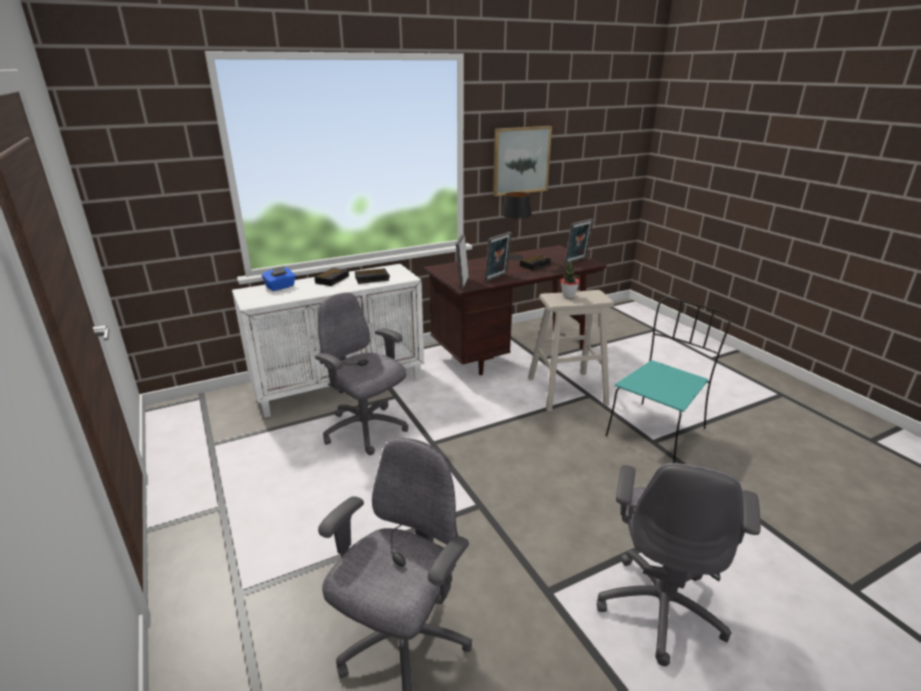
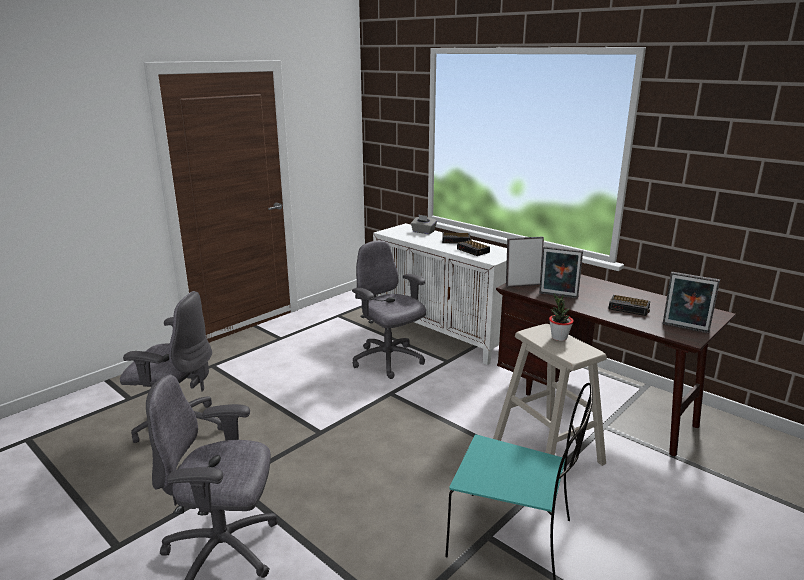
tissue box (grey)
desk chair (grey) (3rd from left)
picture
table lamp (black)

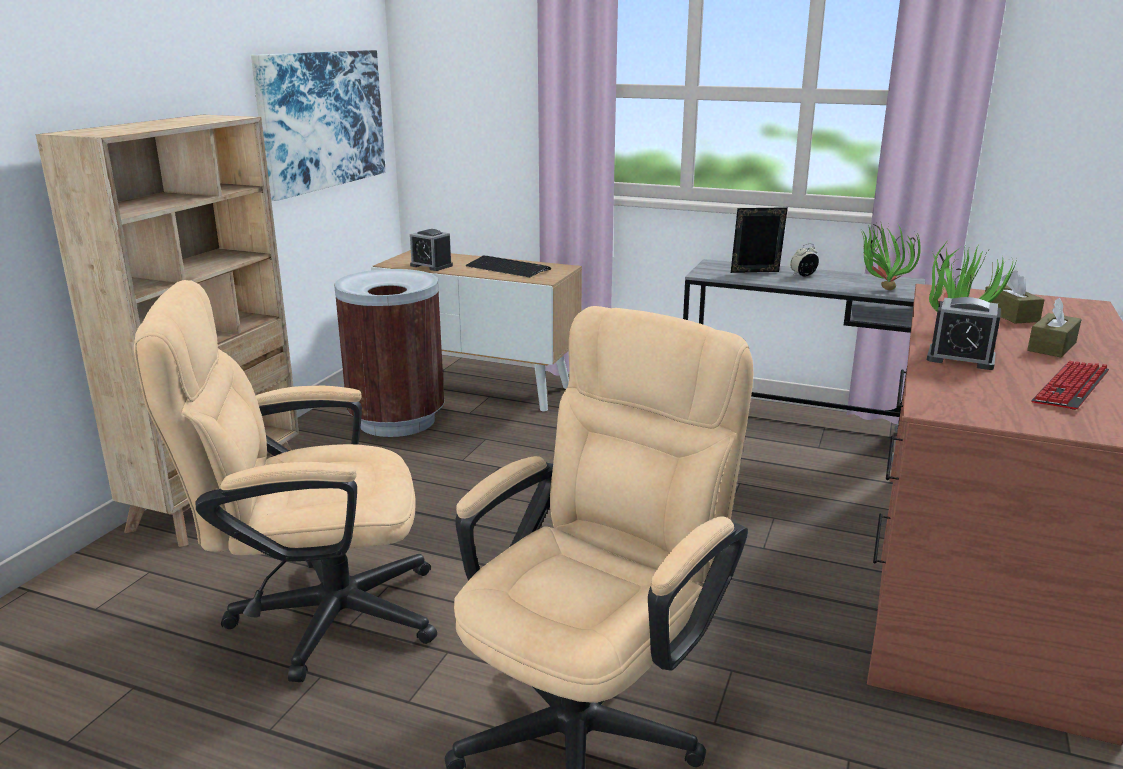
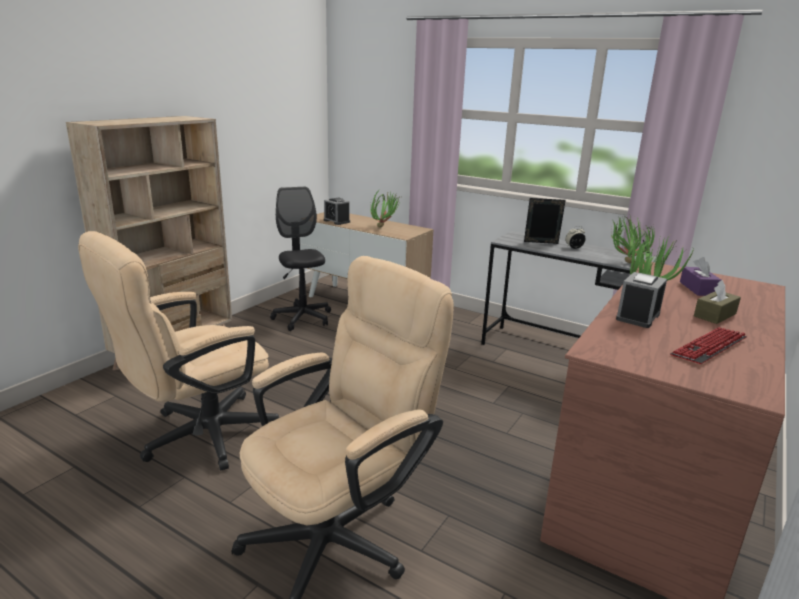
desk chair (beige-coloured) (1st from left)
picture
desk chair (black)
potted plant (1st from left)
table clock (3rd from left)
tissue box (purple)

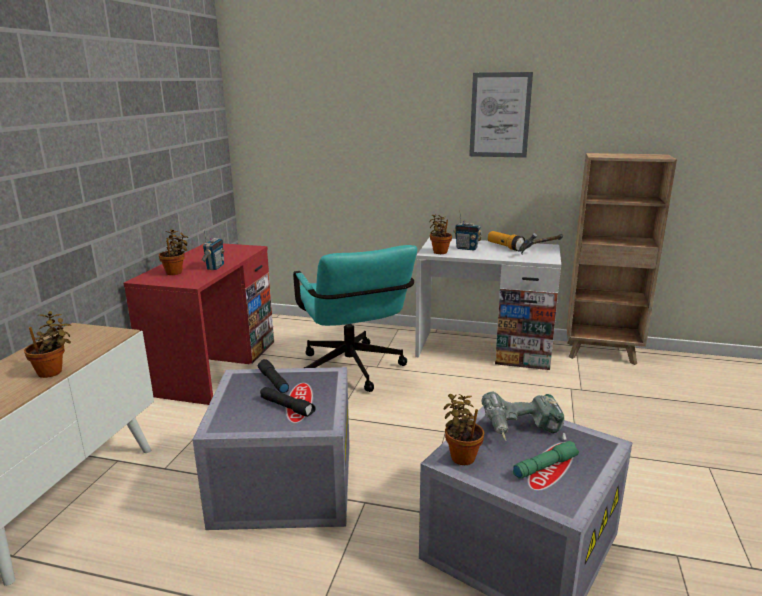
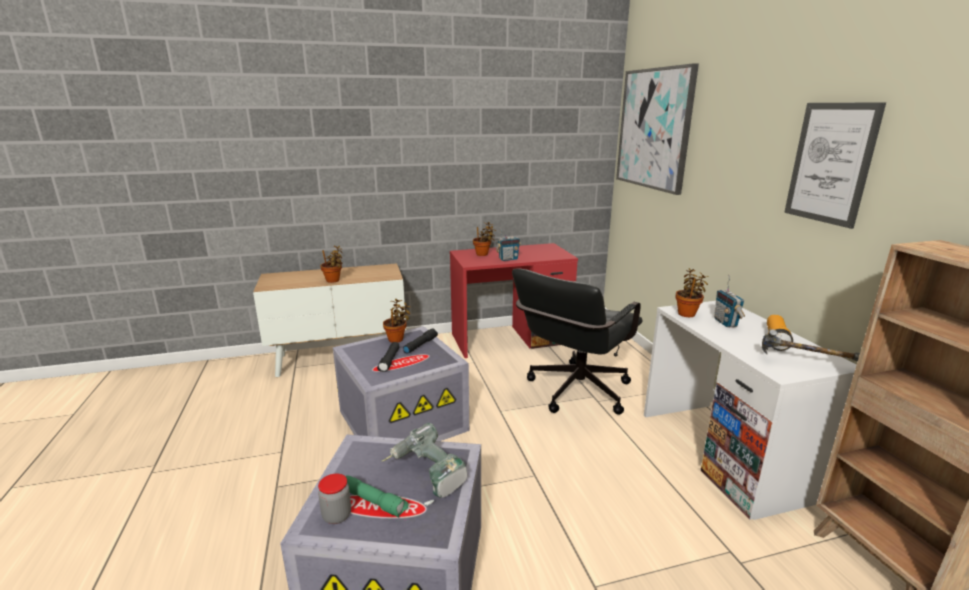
desk chair (black)
potted plant (2nd from left)
preserve jar
picture (1st from left)

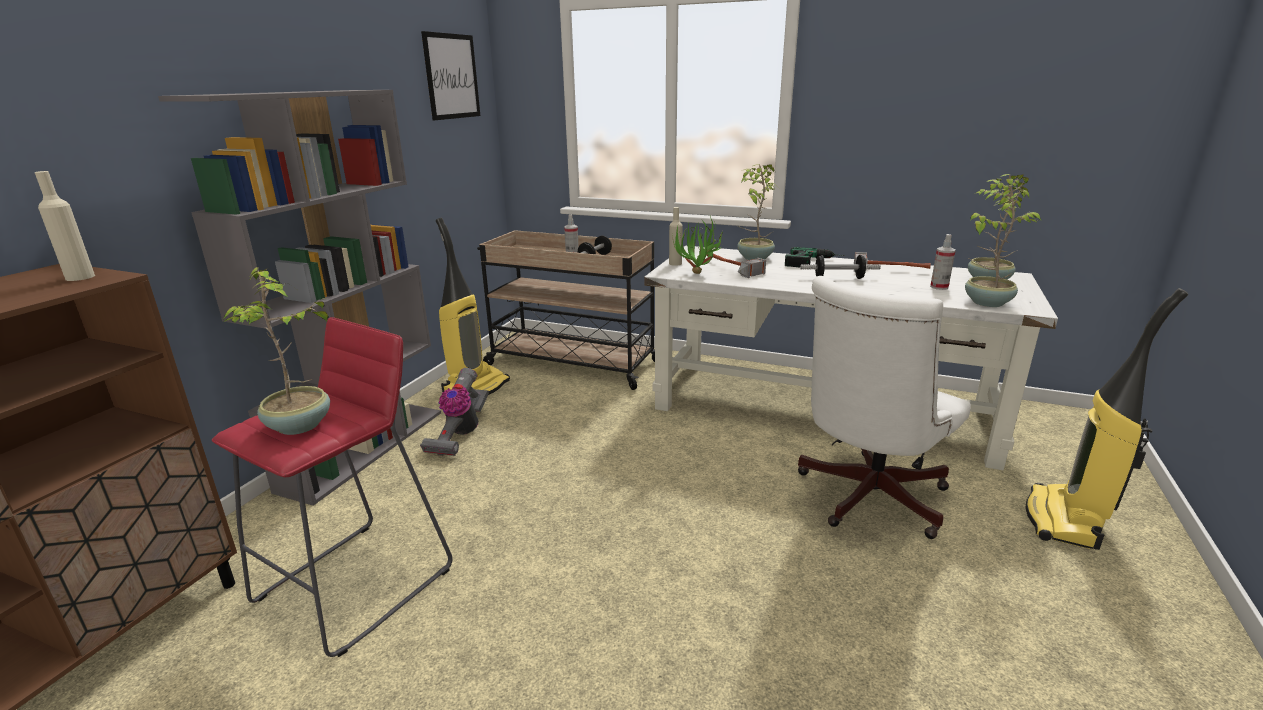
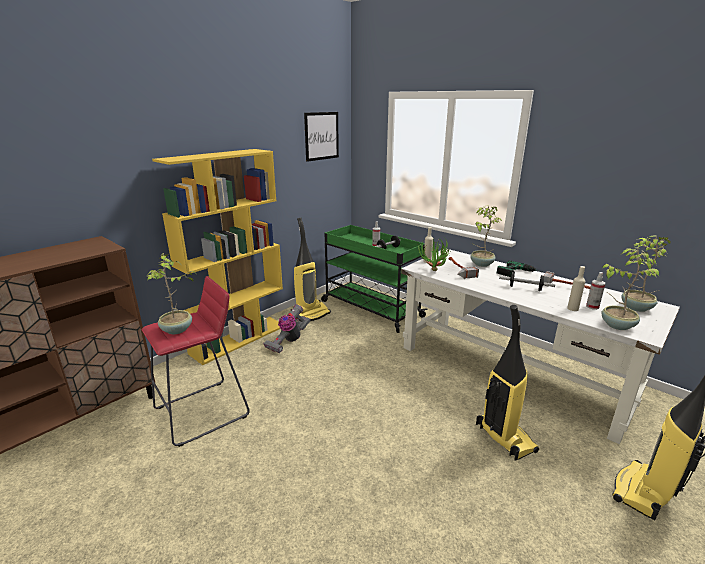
bottle (beige-coloured) (2nd from left)
bookshelf (yellow)
trolley (green-coloured)
vacuum cleaner (3rd from left)

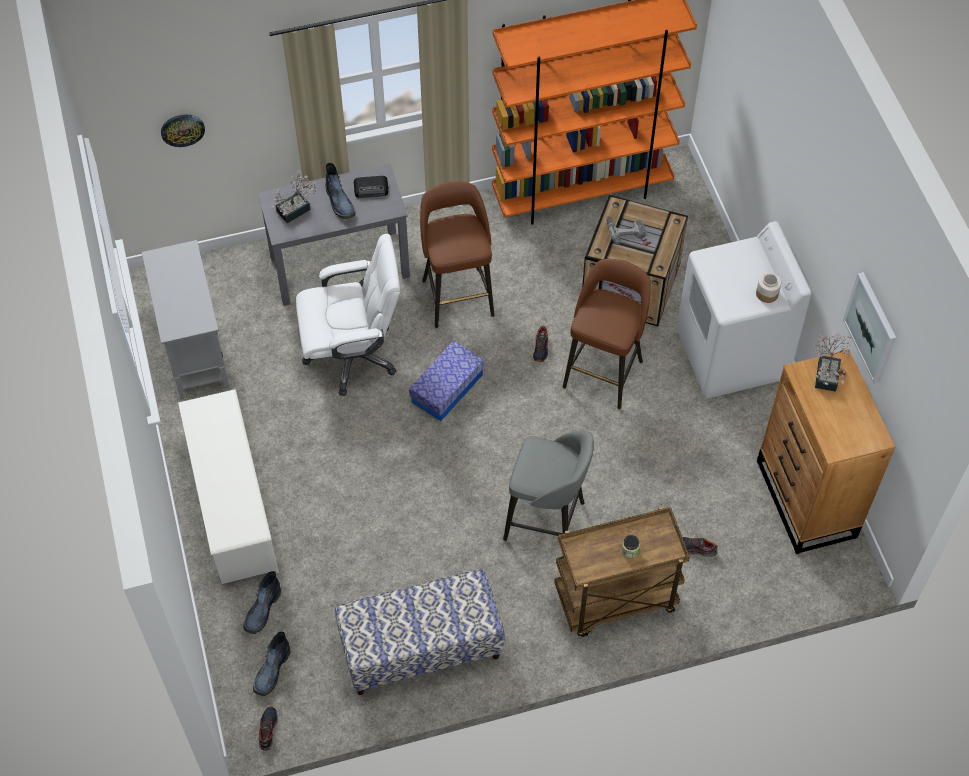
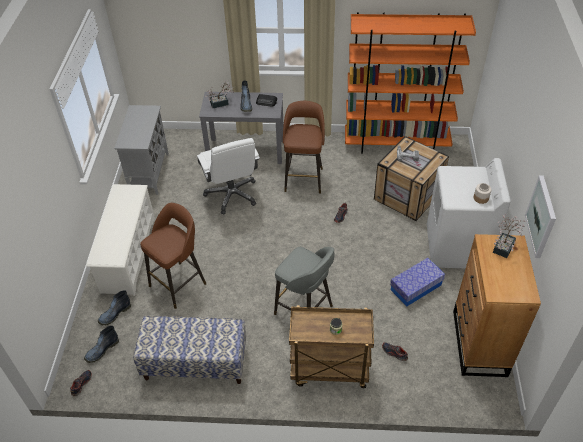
clock on the wall
desk chair (white-coloured)
storage box
stool (brown-coloured) (1st from left)

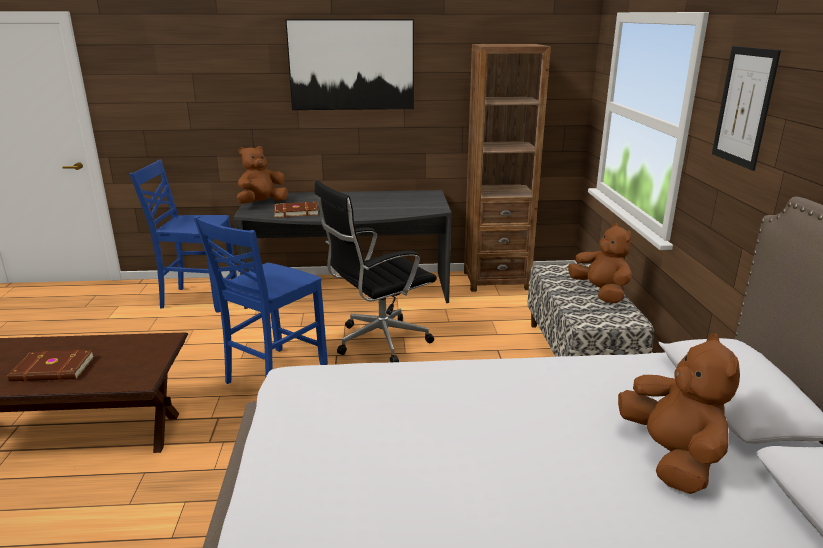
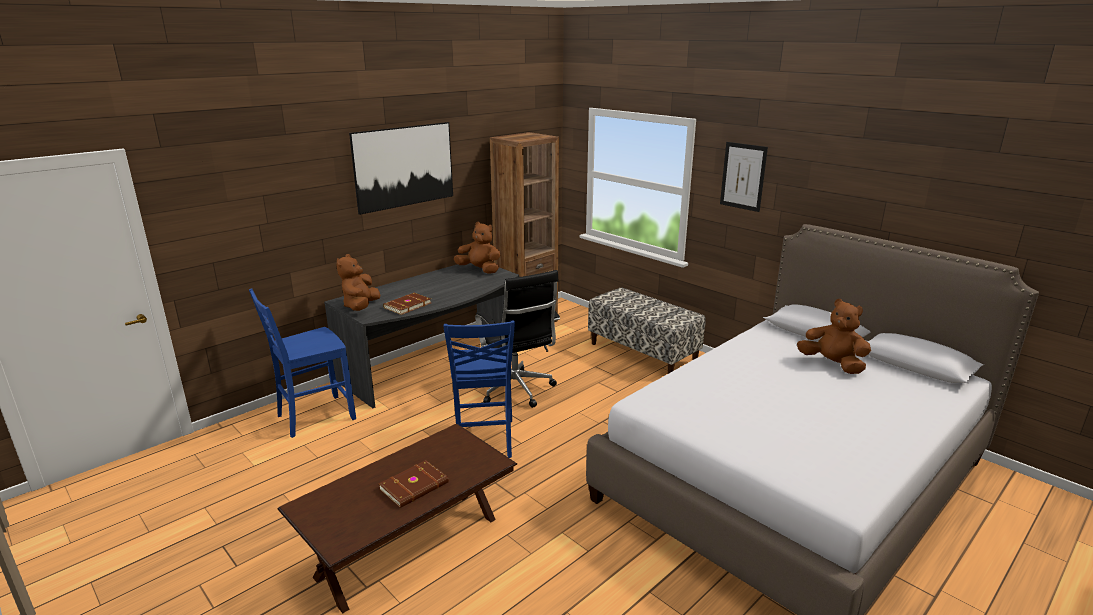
desk chair (black)
cuddly toy (brown-coloured) (2nd from left)

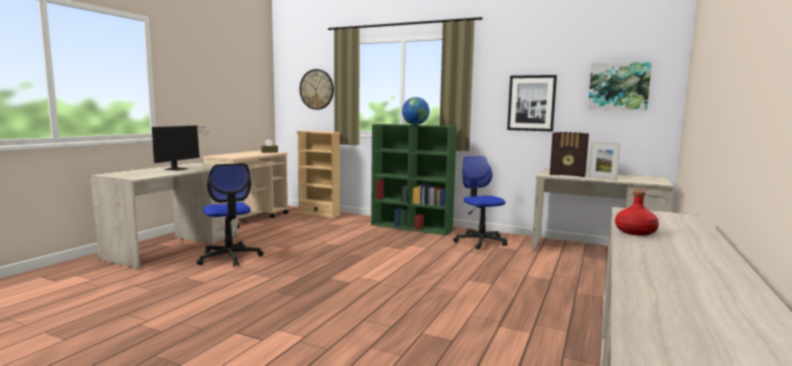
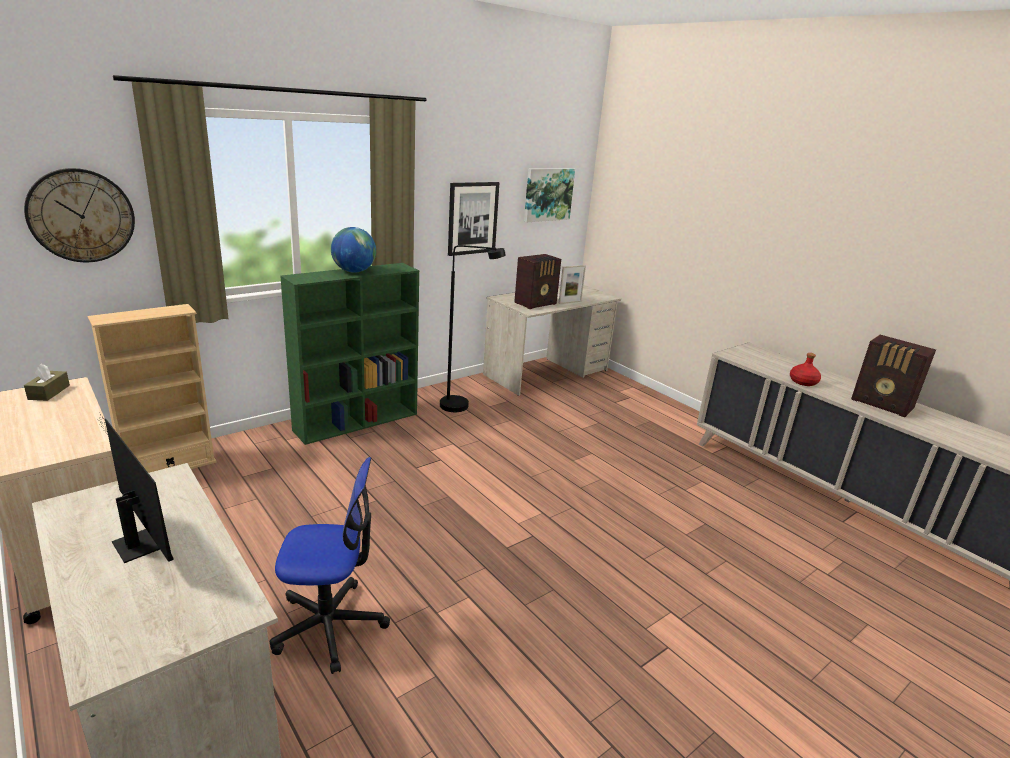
standard lamp (black)
radio (2nd from left)

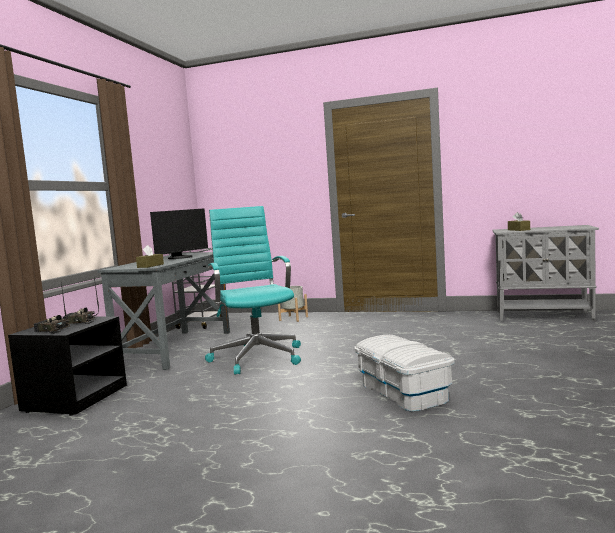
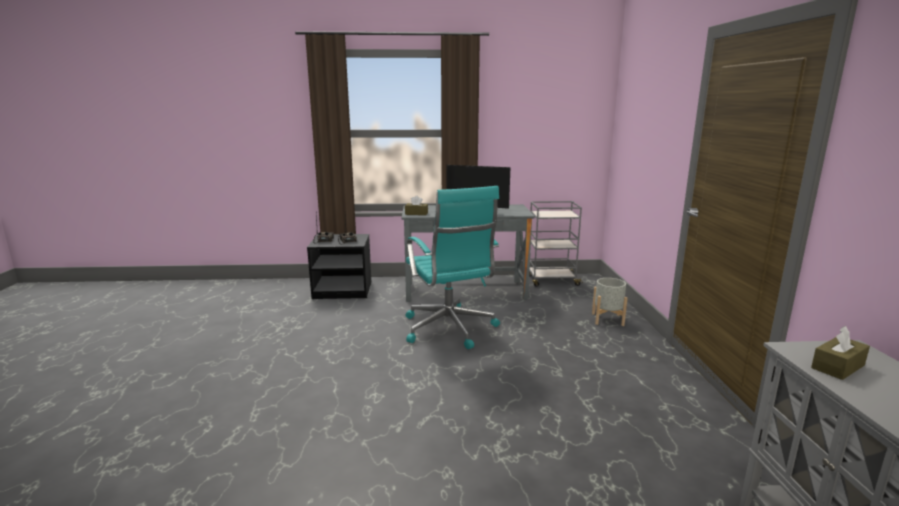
desk chair (turquoise-coloured)
storage box (white-coloured)

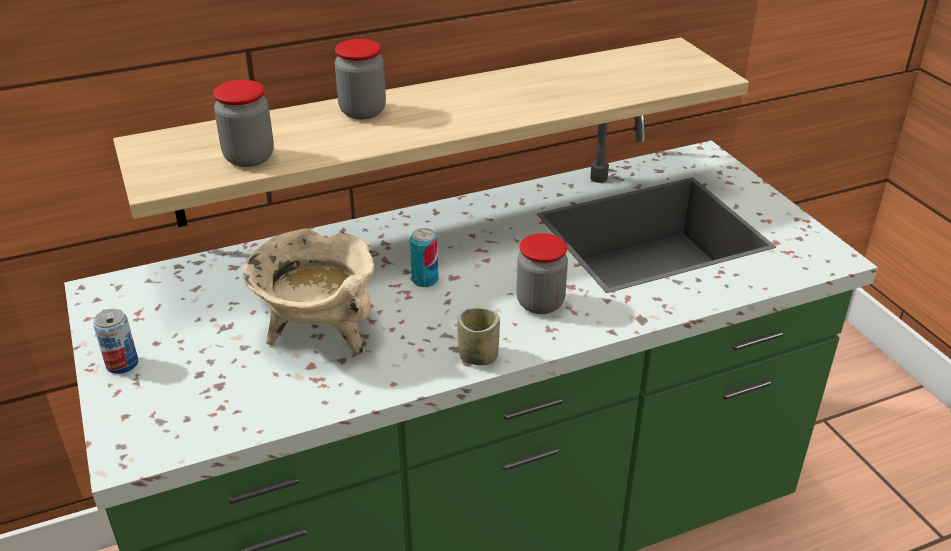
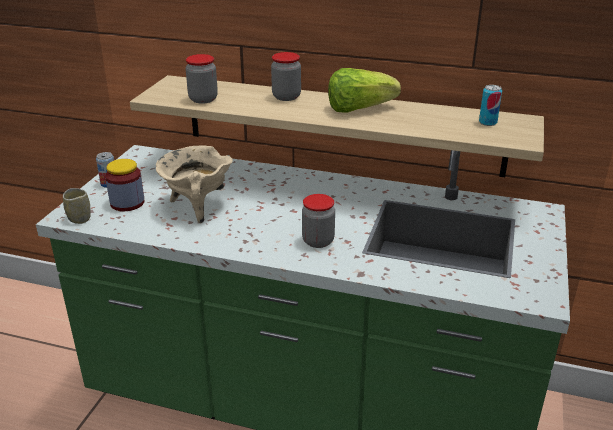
metal can (2nd from left)
small cup
preserve jar (1st from left)
lettuce head

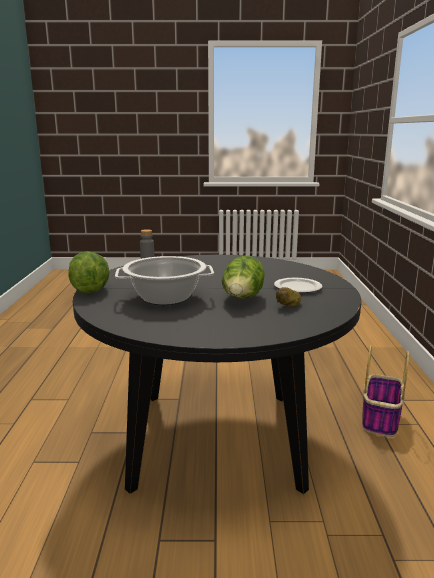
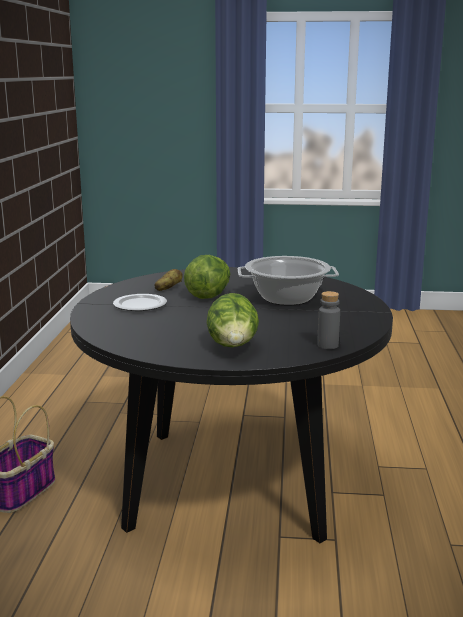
lettuce head (2nd from left)

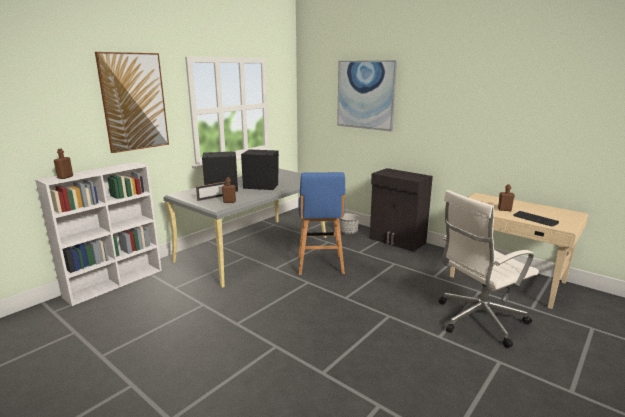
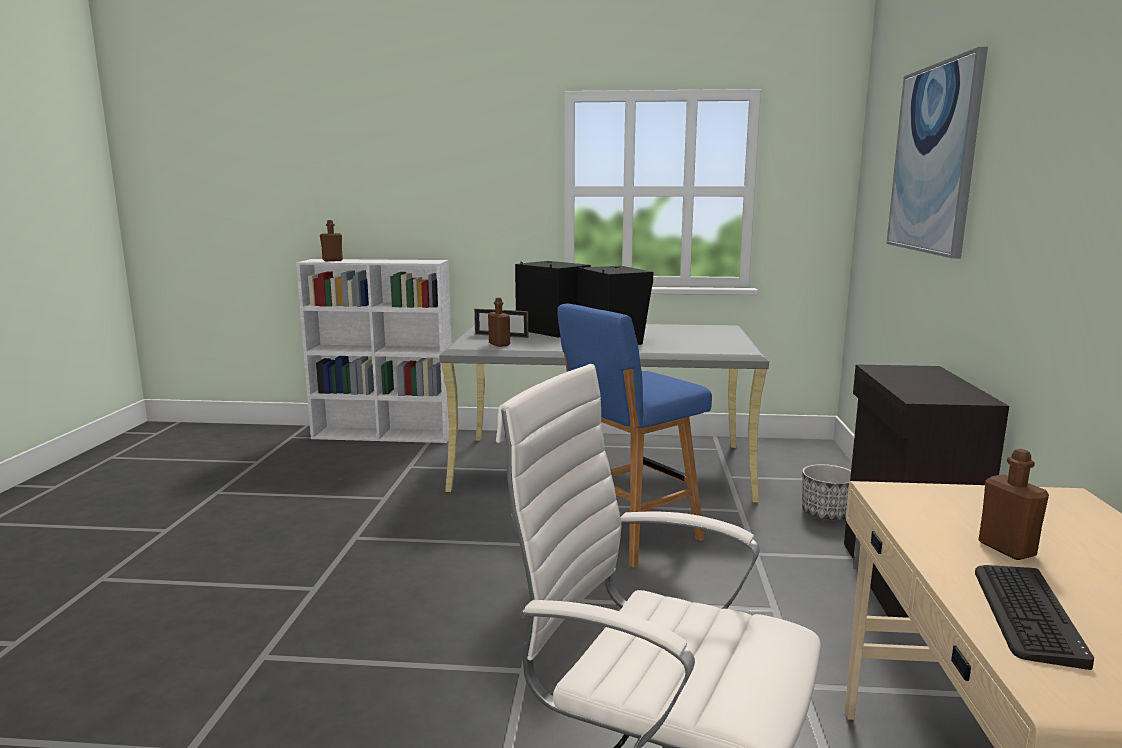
picture (1st from left in the first image)

